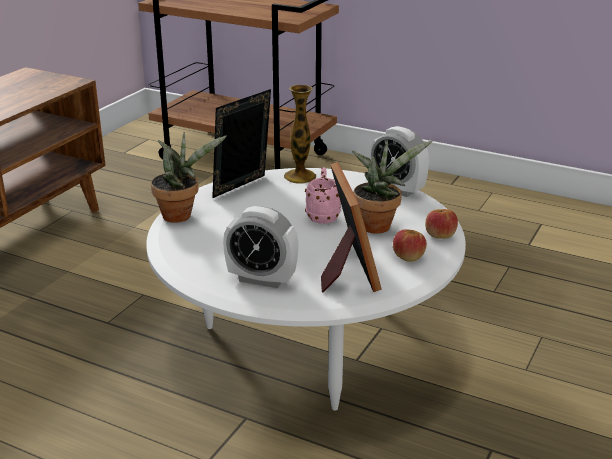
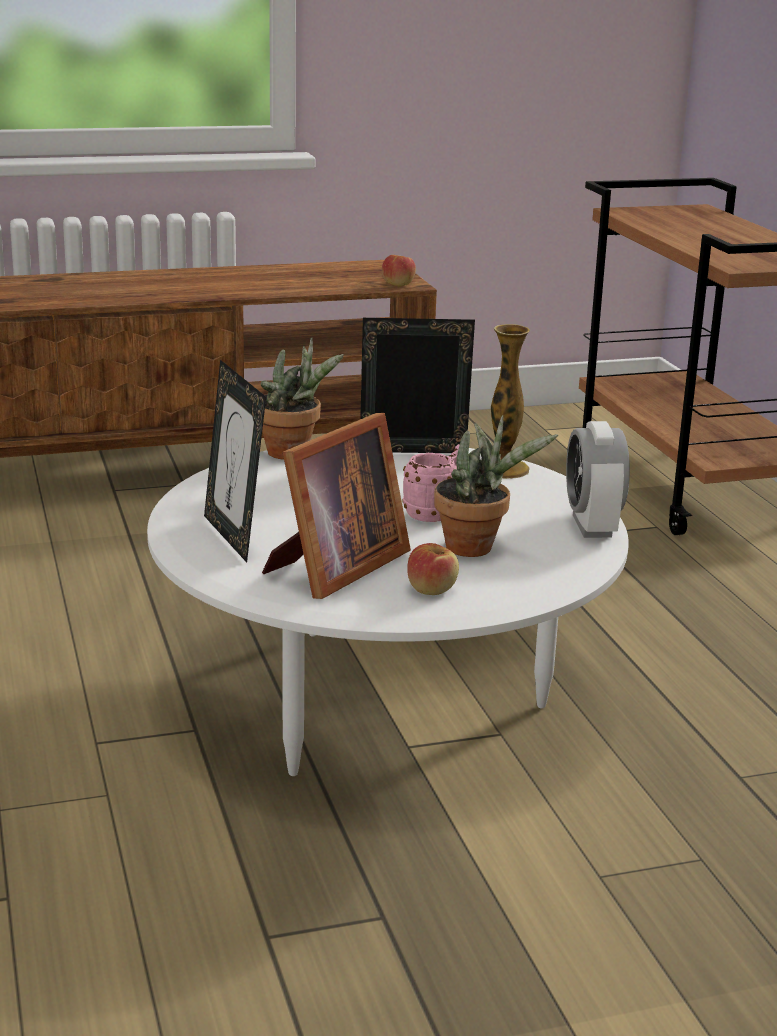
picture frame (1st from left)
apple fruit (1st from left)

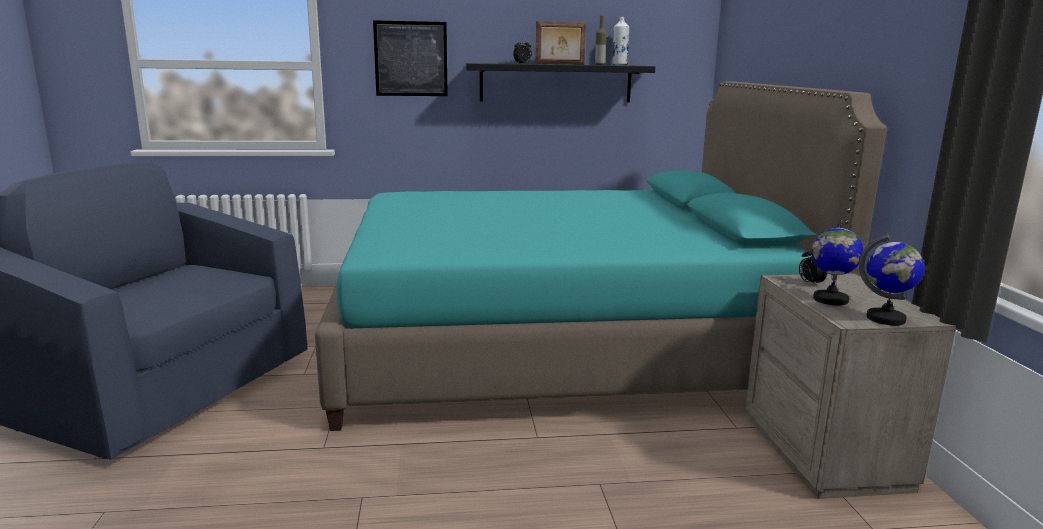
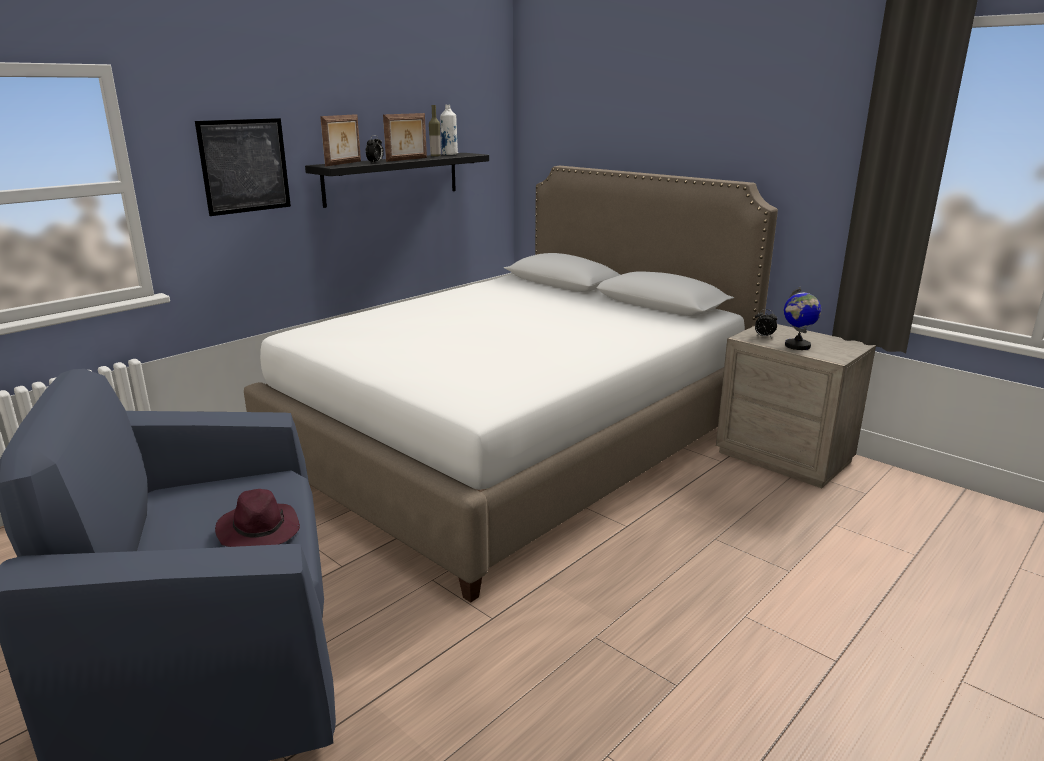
bedroom bed (white-coloured)
world globe (2nd from left in the first image)
clothing hat (purple)
picture frame (1st from left)

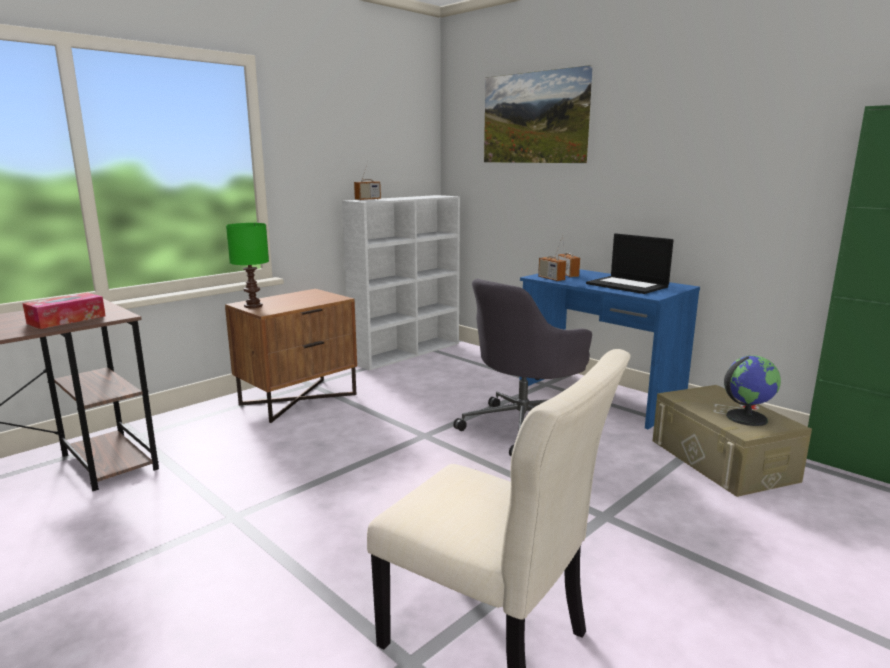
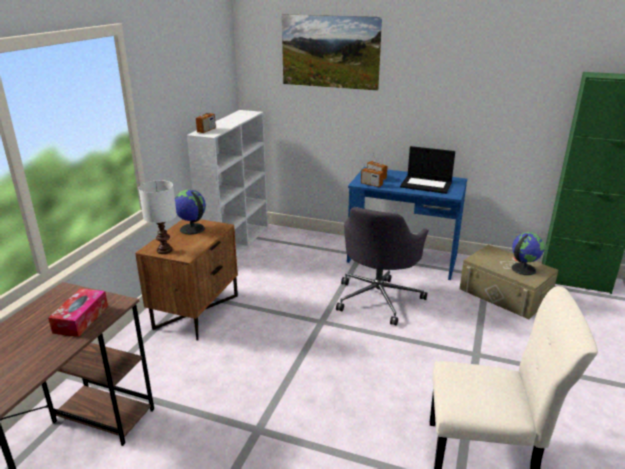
table lamp (white-coloured)
world globe (1st from left)

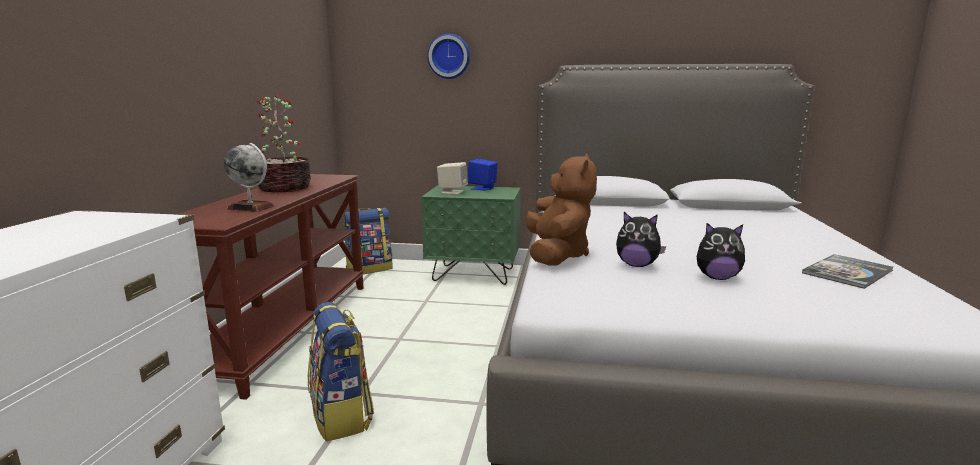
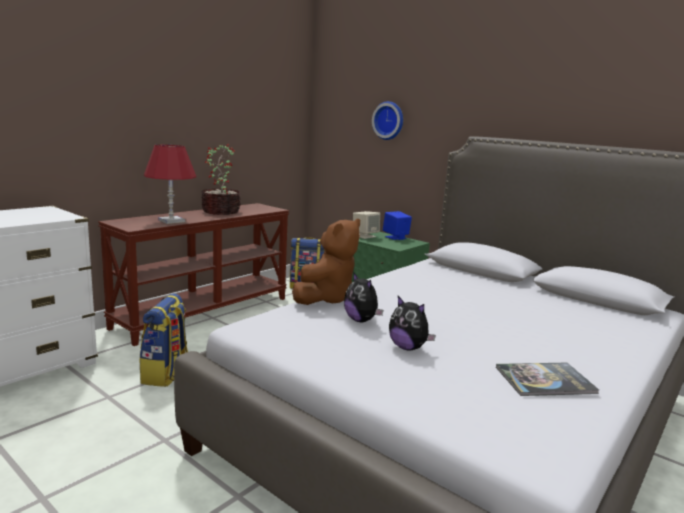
table lamp (reddish)

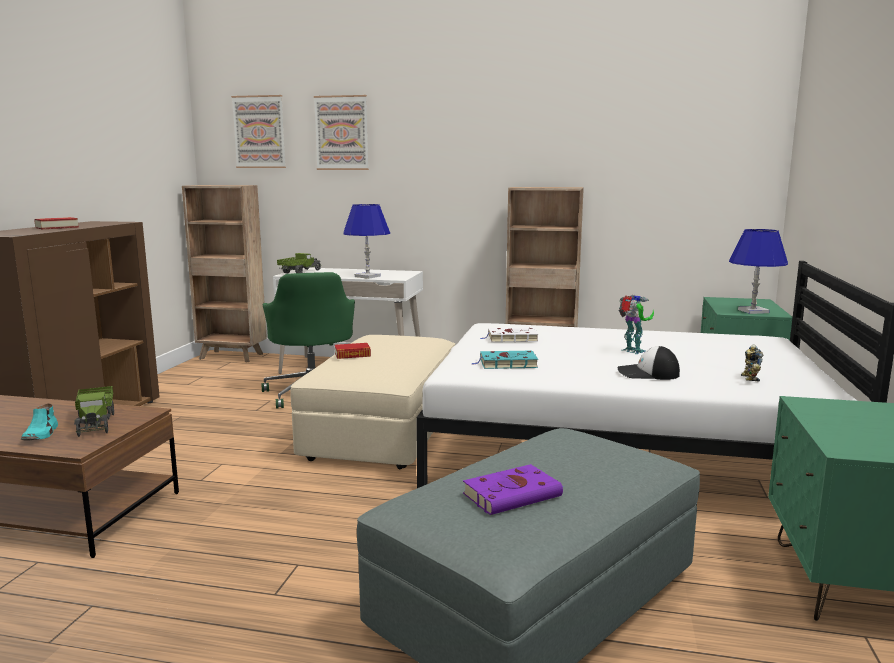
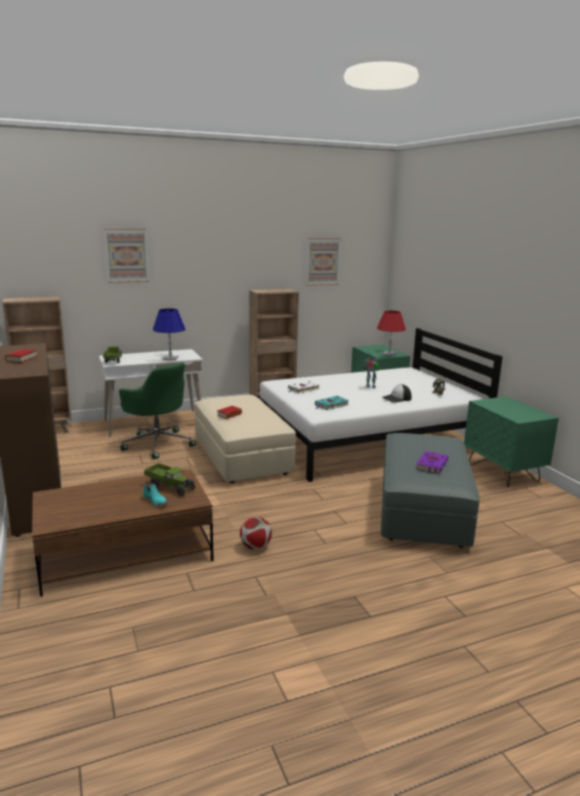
picture (2nd from left)
table lamp (reddish)
ball for football

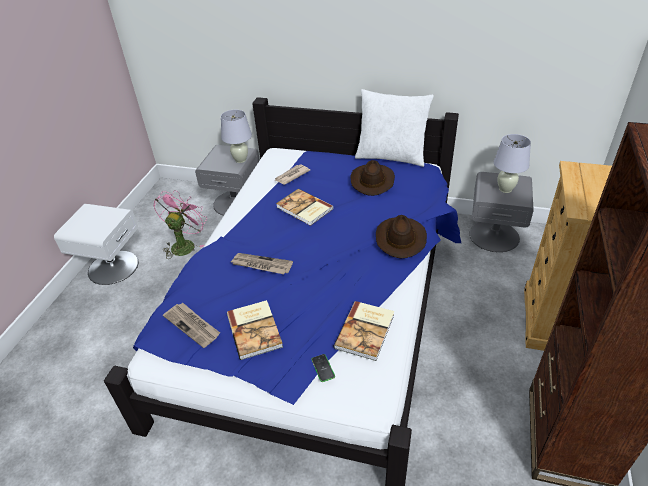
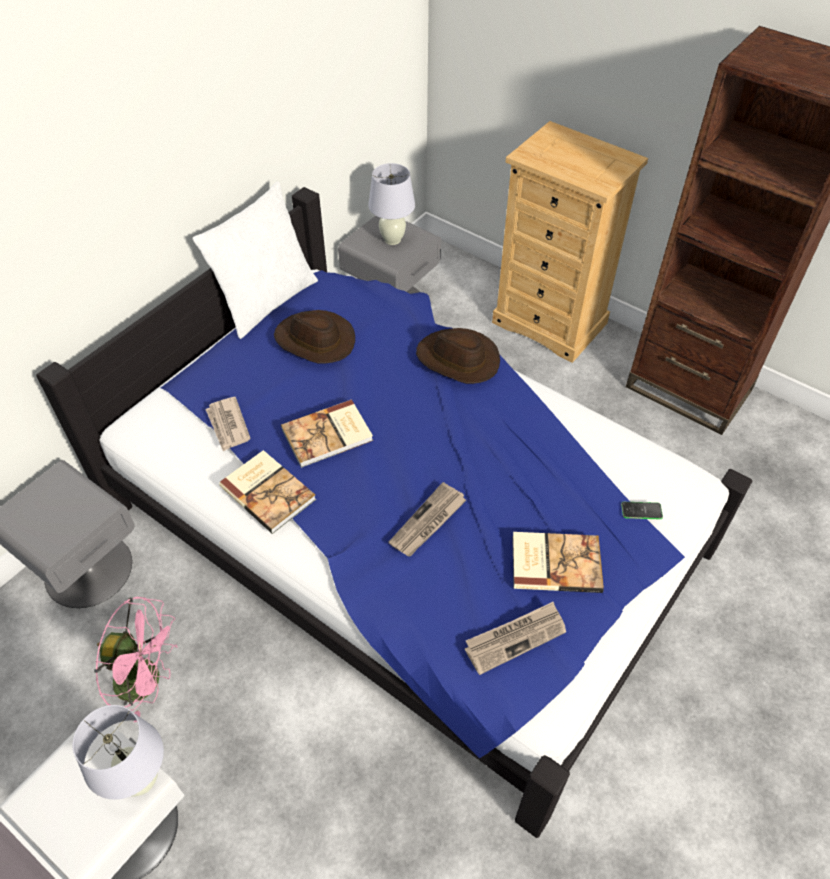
electric fan (pink-coloured)
table lamp (white-coloured) (1st from left)
bound book (1st from left)

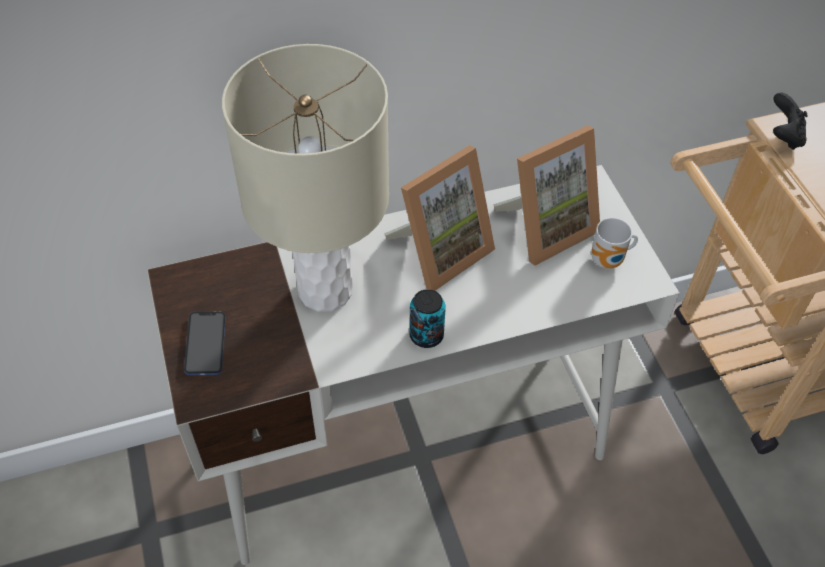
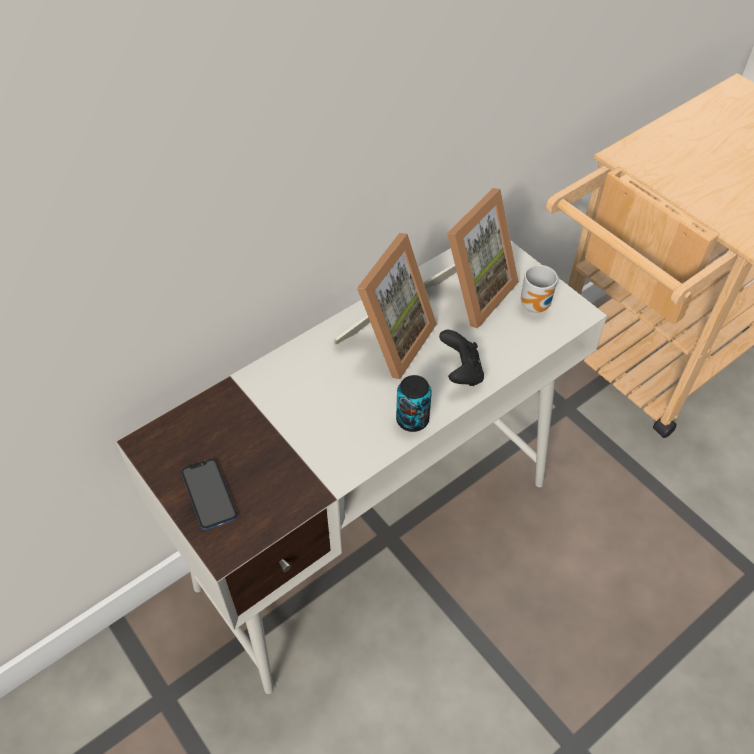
table lamp (beige-coloured)
gamepad (black)

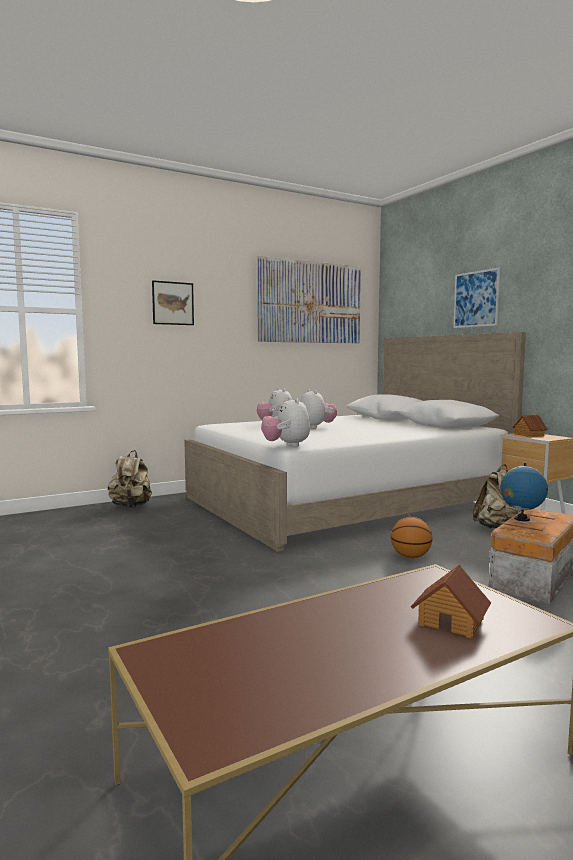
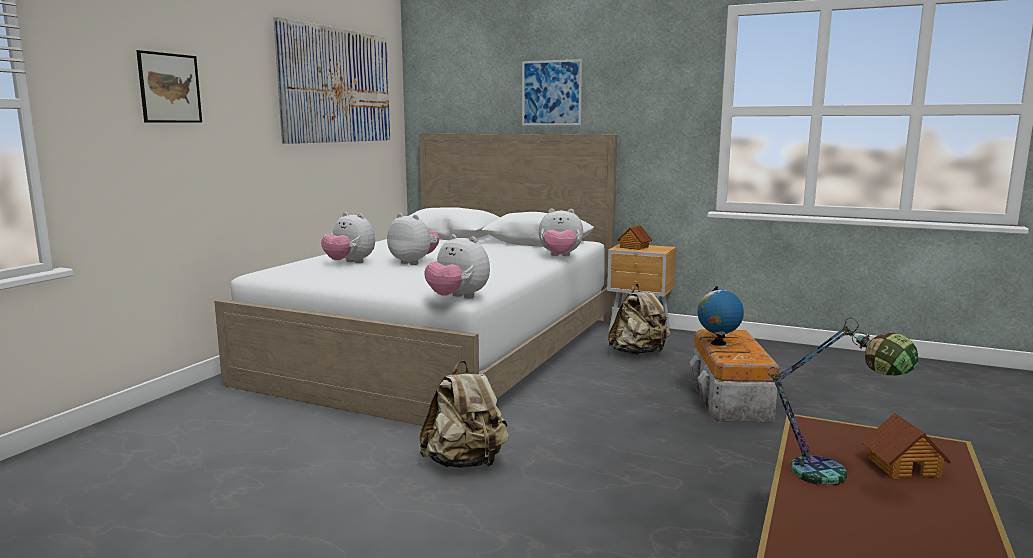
backpack (beige-coloured) (1st from left)
ball for basketball
cuddly toy (4th from left)
table lamp

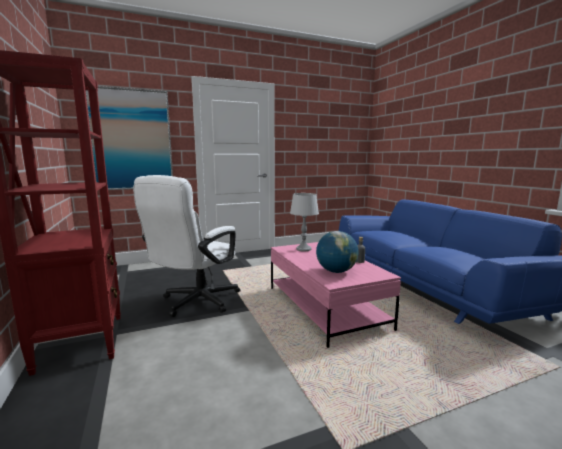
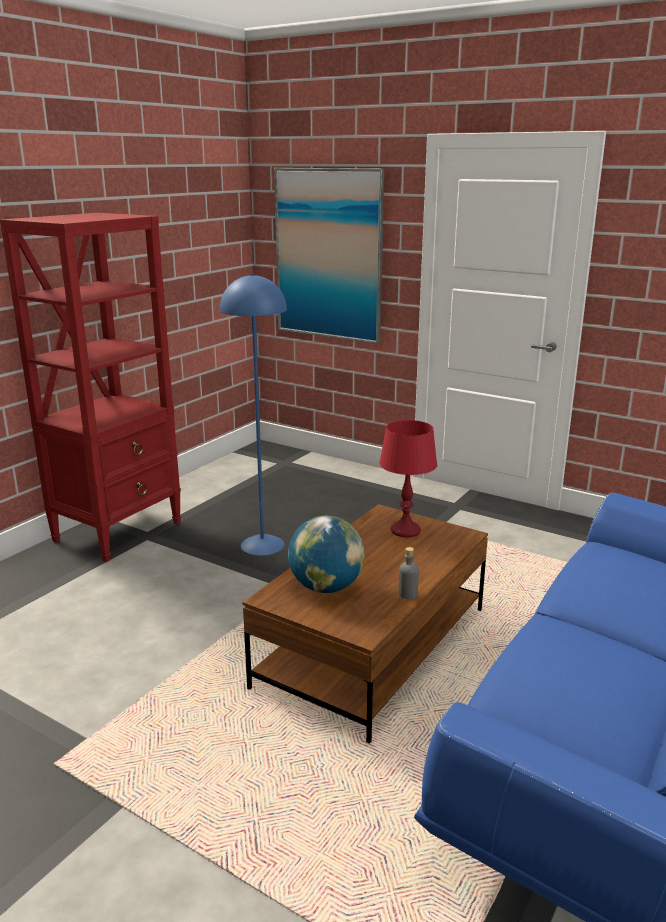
standard lamp (bluish)
low table (brown-coloured)
table lamp (reddish)

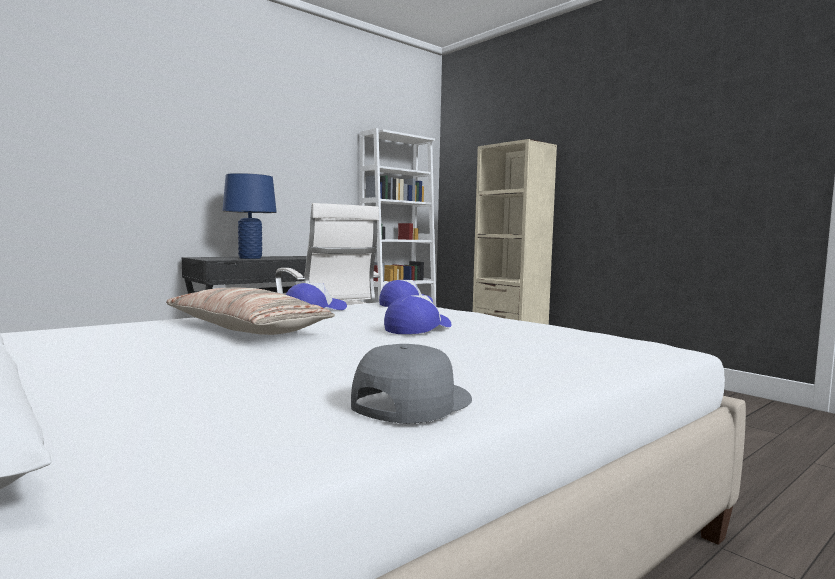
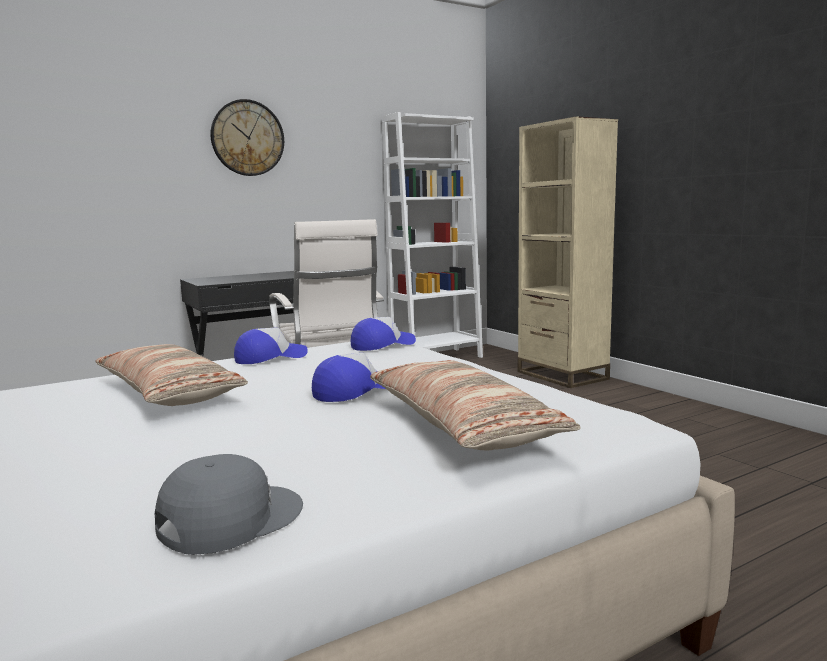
table lamp (bluish)
clock on the wall
cushion (2nd from left)

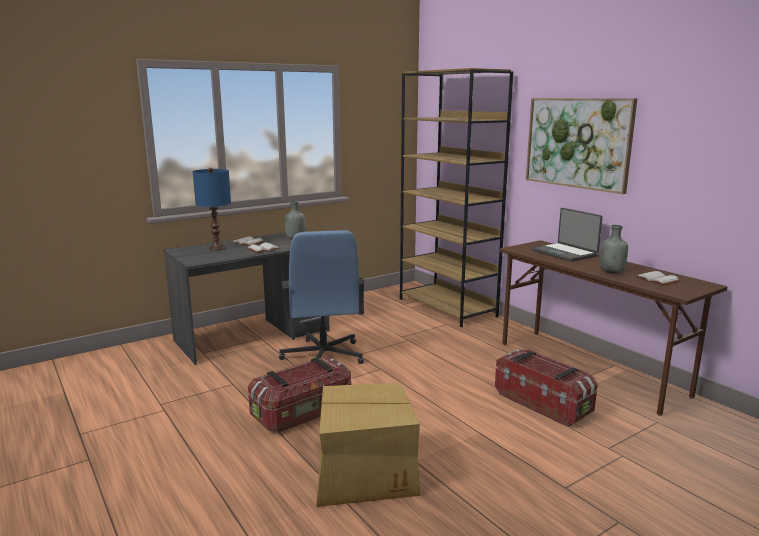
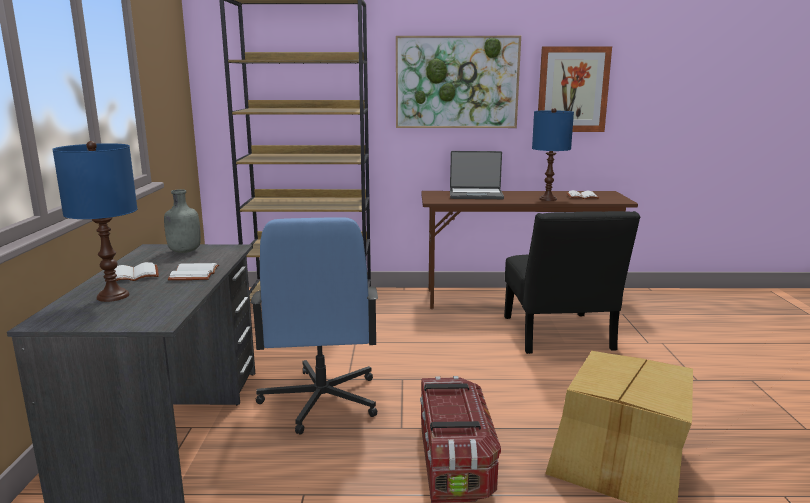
desk chair (bluish)
plain chair (black)
table lamp (bluish) (2nd from left)
picture (2nd from left)

